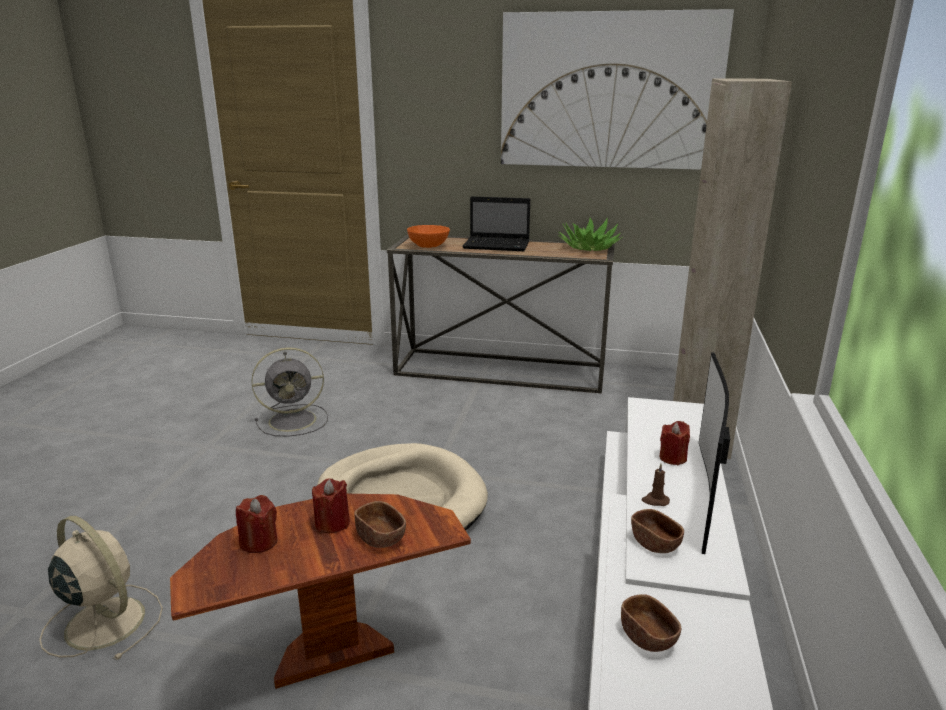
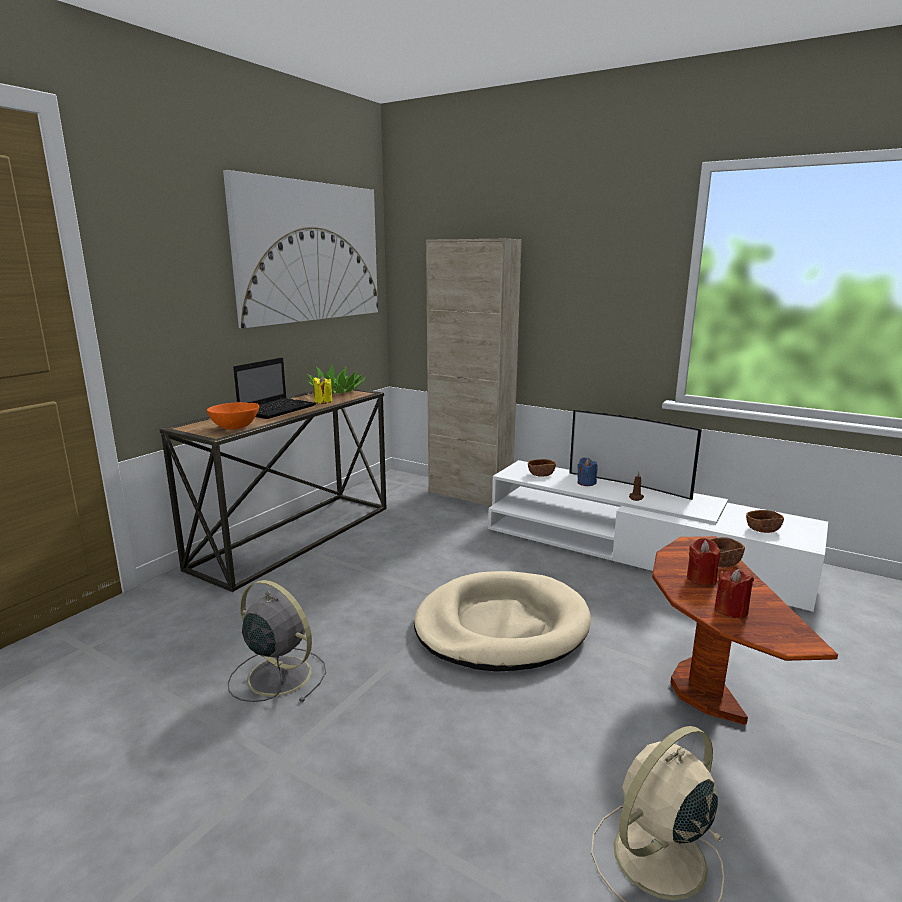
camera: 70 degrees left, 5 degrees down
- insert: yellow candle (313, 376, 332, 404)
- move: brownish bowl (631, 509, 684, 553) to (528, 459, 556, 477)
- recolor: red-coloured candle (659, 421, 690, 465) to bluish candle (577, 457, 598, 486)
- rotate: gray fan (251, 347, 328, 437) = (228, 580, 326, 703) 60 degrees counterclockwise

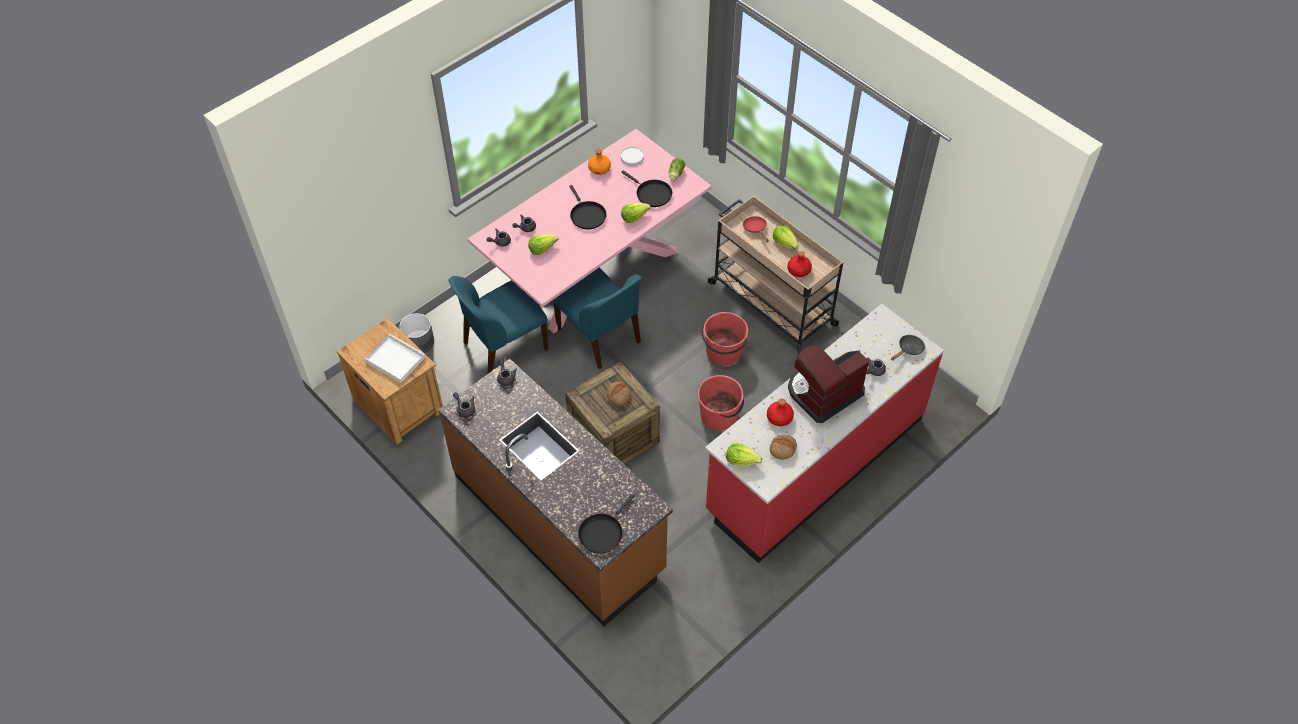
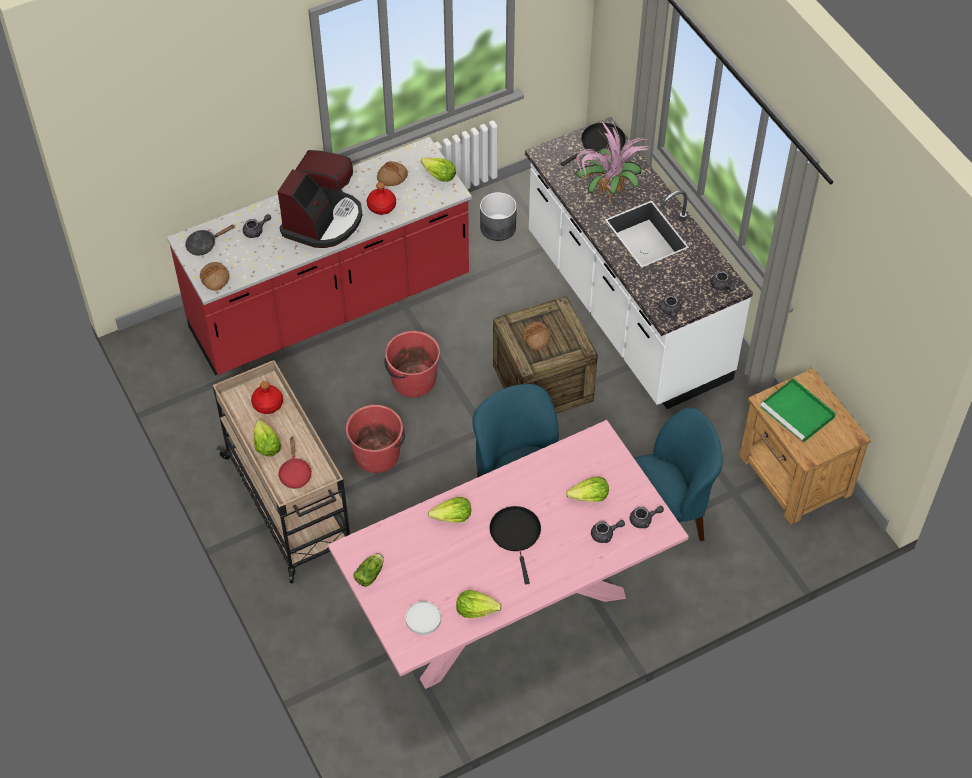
camera: 165 degrees left, 0 degrees up
- delete: black-coloured skillet (621, 170, 672, 207)
- insert: bakery bread (200, 262, 229, 291)
- insert: potted plant (575, 120, 650, 204)
- move: gray plant pot (399, 313, 434, 353) to (480, 192, 517, 241)
- replace: orangey beverage bottle (588, 149, 611, 175) to head of lettuce (456, 590, 502, 618)
- recolor: white serving tray (365, 334, 426, 383) to green-coloured serving tray (760, 378, 836, 443)
- recolor: brownish counter (438, 359, 673, 626) to white counter (525, 117, 753, 409)
- rotate: coffee machine (788, 345, 869, 423) = (278, 150, 362, 248) 45 degrees counterclockwise

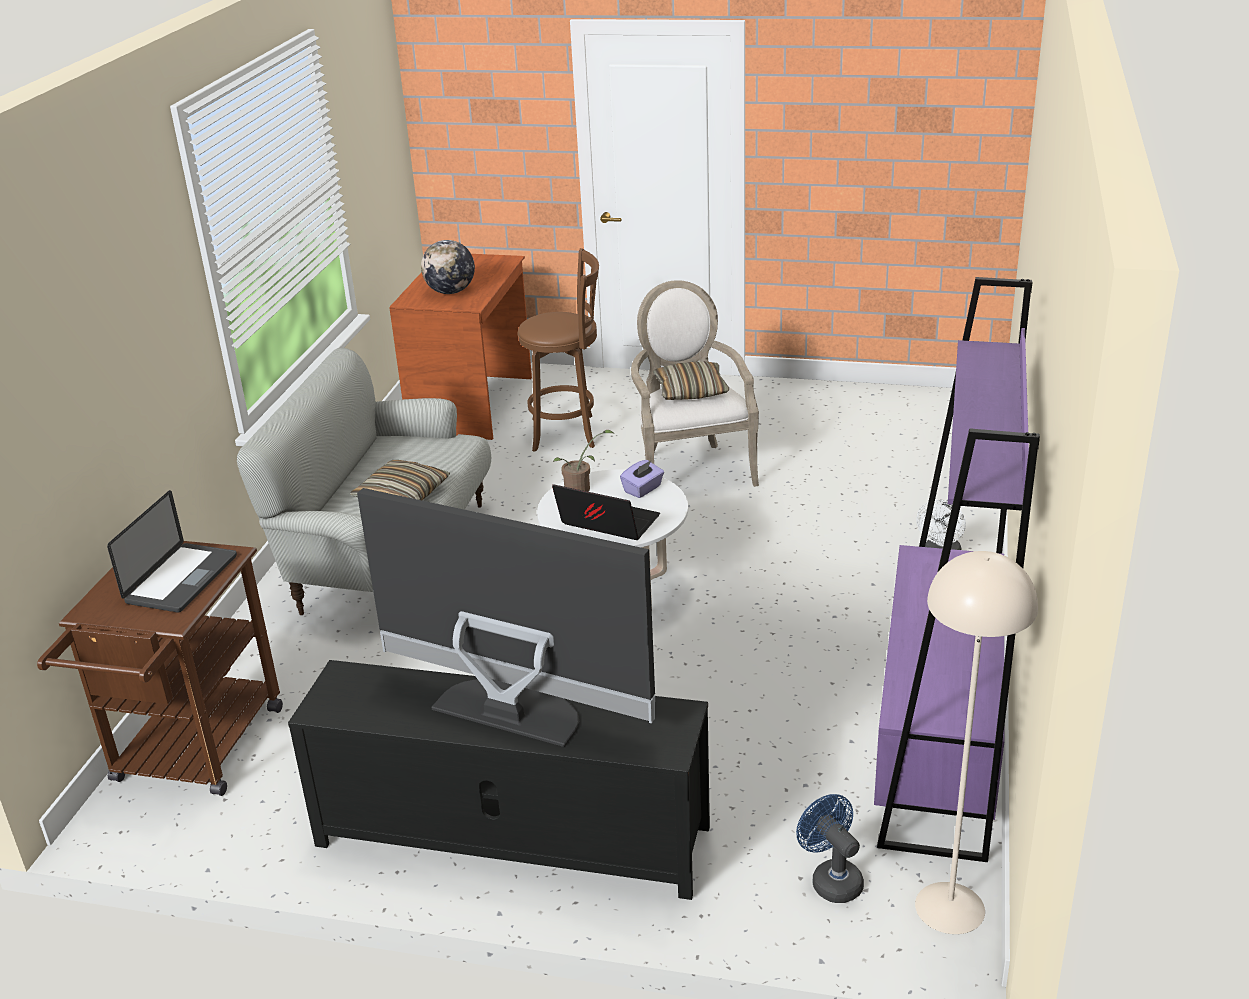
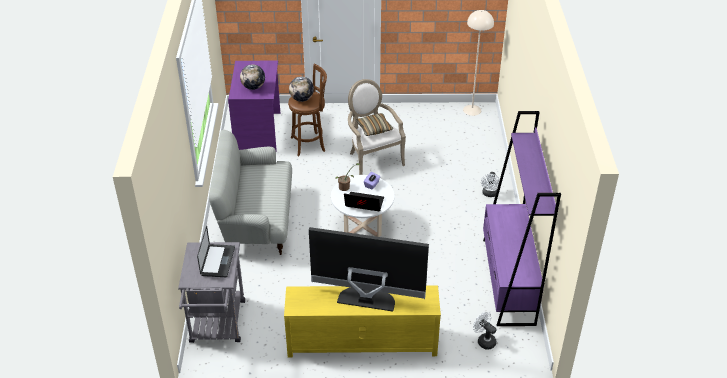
camera: 15 degrees left, 10 degrees up
- delete: throw pillow (350, 460, 450, 500)
- insert: desk globe (289, 76, 314, 102)
- move: sand-coloured floor lamp (915, 551, 1038, 934) to (463, 10, 494, 116)
- recolor: brownish wheeled cart (37, 541, 283, 796) to gray wheeled cart (178, 242, 245, 343)
- recolor: black-coloured tv unit (288, 660, 710, 900) to yellow tv unit (284, 286, 441, 357)
- recolor: brownish desk unit (389, 254, 532, 440) to purple desk unit (228, 61, 280, 152)
- recolor: bluish fan (796, 794, 864, 903) to white fan (473, 312, 497, 350)

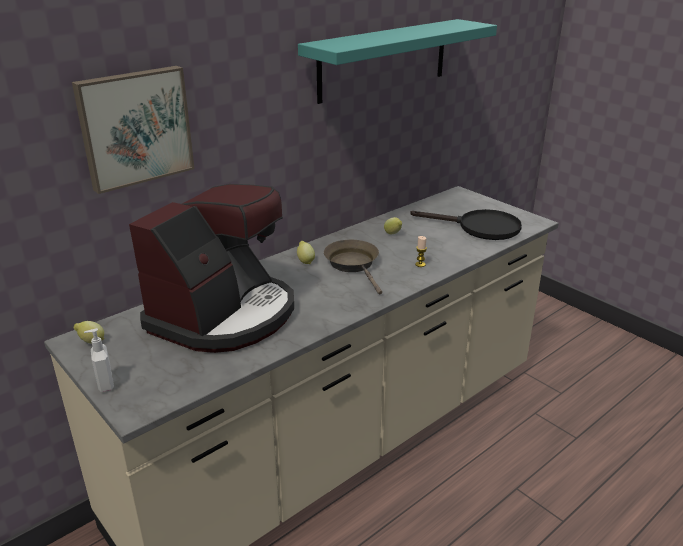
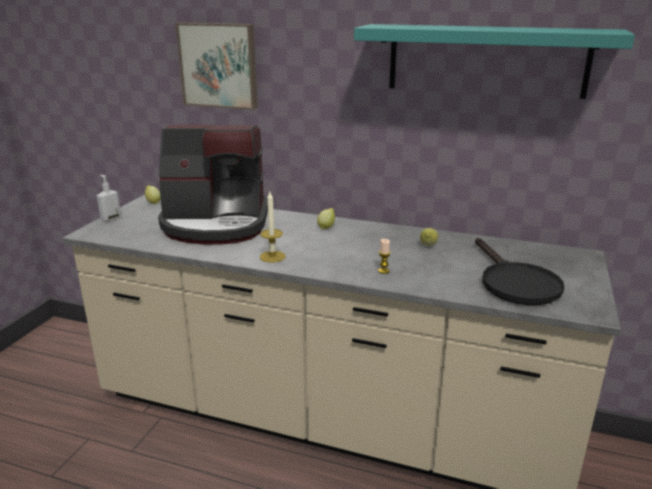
camera: 60 degrees right, 5 degrees down
- delete: brownish skillet (324, 240, 382, 295)
- insert: candle (260, 192, 285, 263)

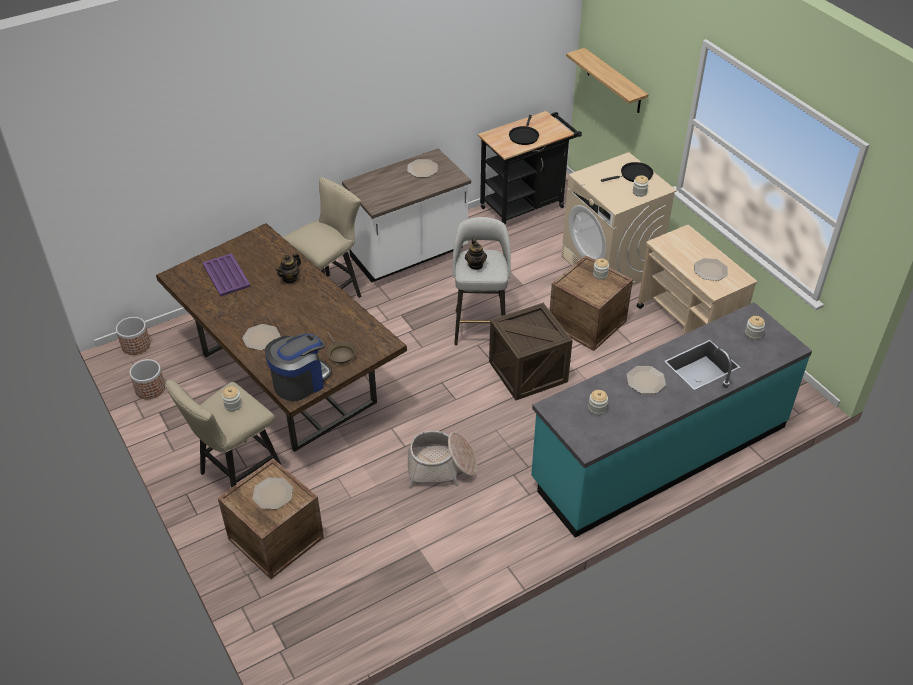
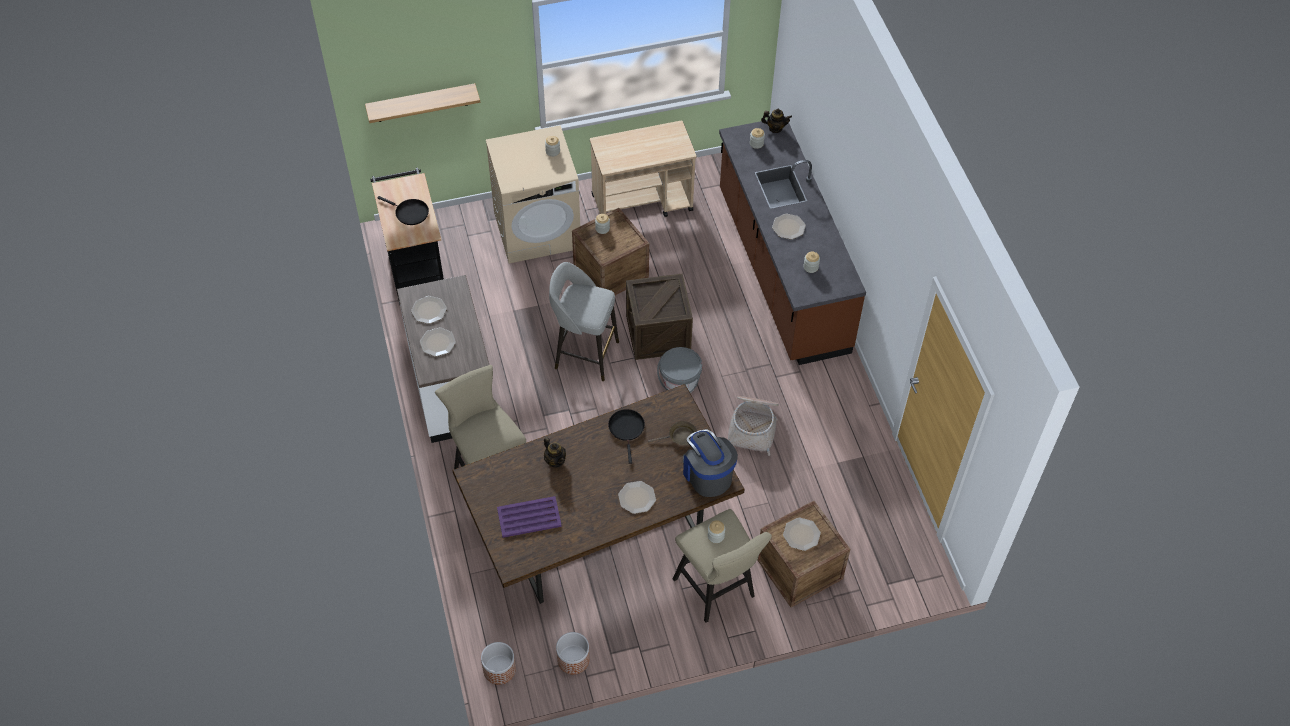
camera: 75 degrees left, 10 degrees up
- insert: gray pail (657, 347, 702, 393)
- move: pot for tea (465, 238, 487, 270) to (761, 109, 792, 133)
- move: black-coloured skillet (601, 162, 653, 182) to (608, 409, 645, 464)
- move: flat dish (694, 258, 728, 281) to (420, 327, 456, 357)
- recolor: blue-green counter (531, 302, 812, 538) to brownish counter (719, 116, 866, 365)

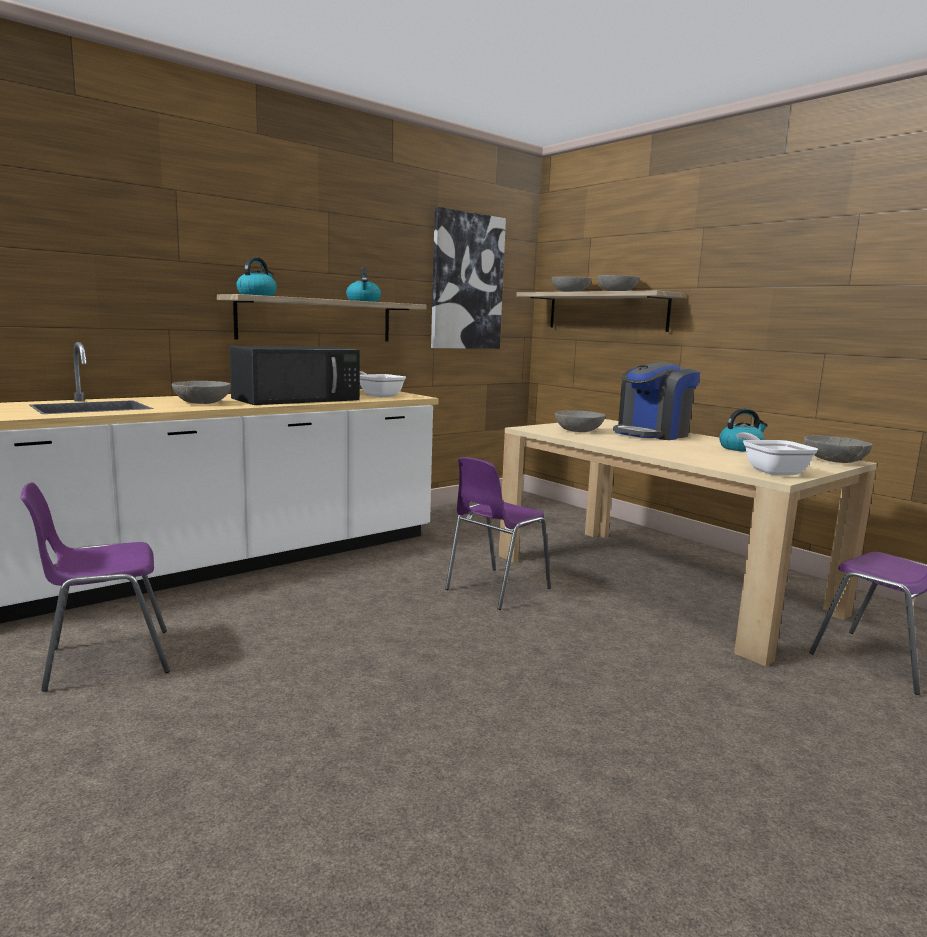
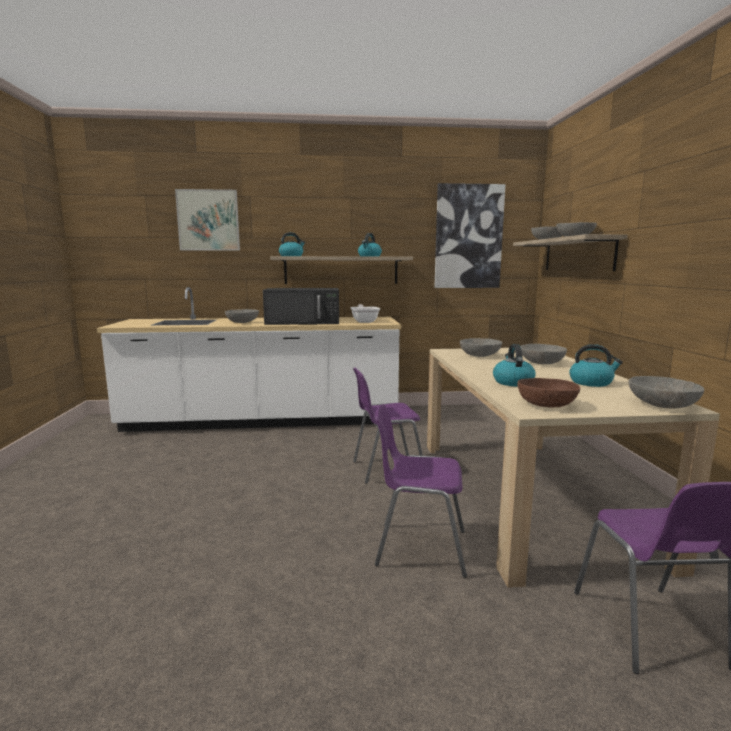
camera: 35 degrees right, 0 degrees up
- insert: picture (175, 189, 240, 251)
- insert: water kettle (493, 344, 536, 387)
- move: purple plain chair (20, 482, 170, 692) to (375, 404, 467, 578)
- replace: coffee machine (613, 362, 700, 440) to gray bowl (520, 344, 567, 364)
- replace: skillet (737, 433, 818, 475) to brownish bowl (517, 378, 580, 408)

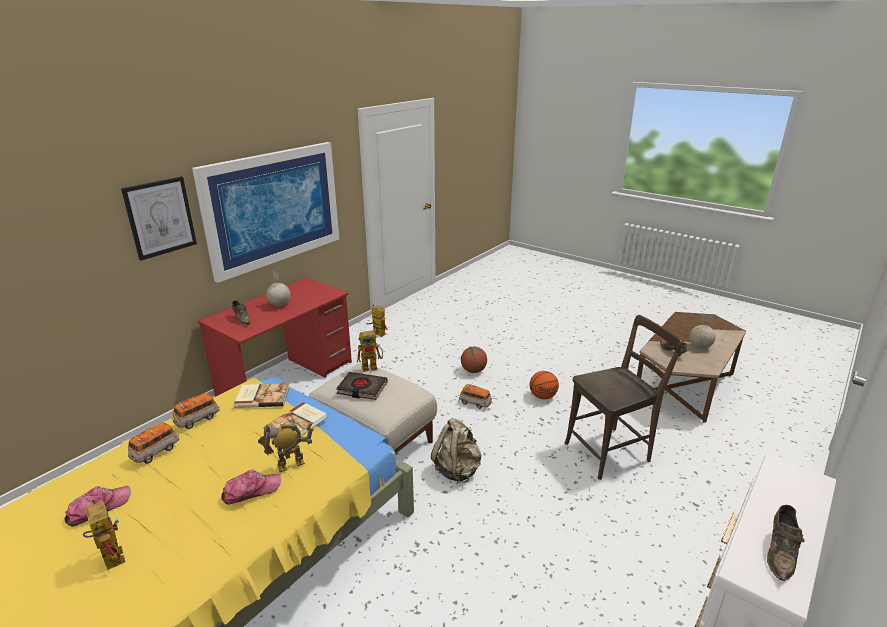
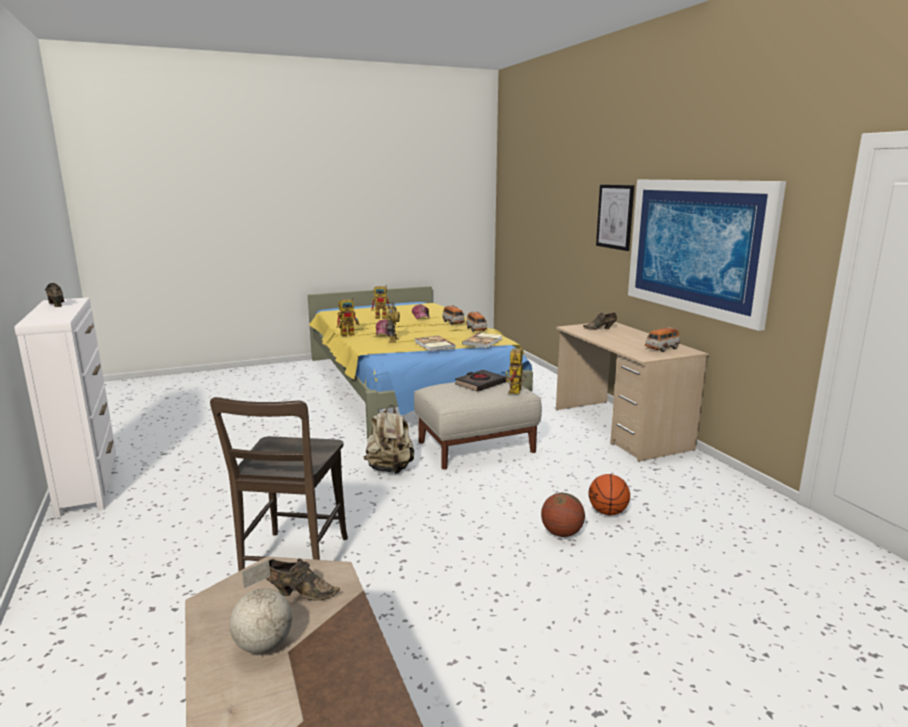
camera: 120 degrees right, 10 degrees down
- delete: desk globe (266, 271, 291, 306)
- move: robot figure (366, 304, 387, 337) to (337, 298, 359, 336)
- move: toy car (459, 384, 492, 409) to (645, 326, 680, 352)
- move: ball for basketball (530, 371, 559, 399) to (588, 474, 630, 515)
- recolor: red-coloured desk unit (198, 277, 352, 397) to sand-coloured desk unit (556, 322, 709, 462)

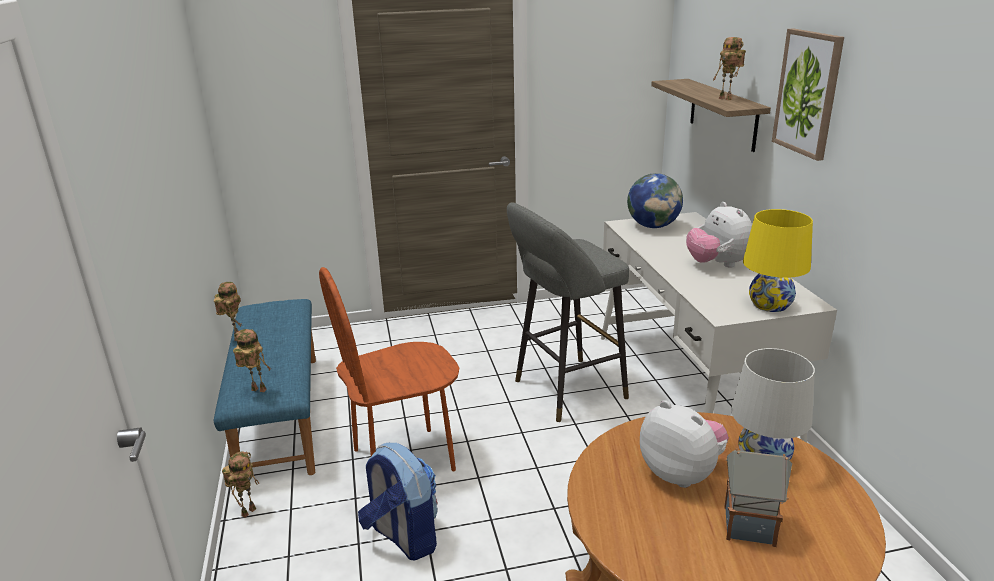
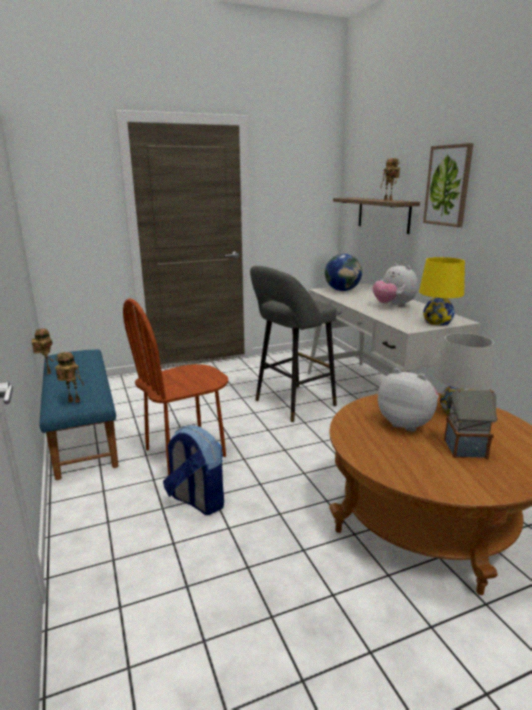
camera: 10 degrees left, 5 degrees down
- delete: robot figure (222, 451, 259, 518)

